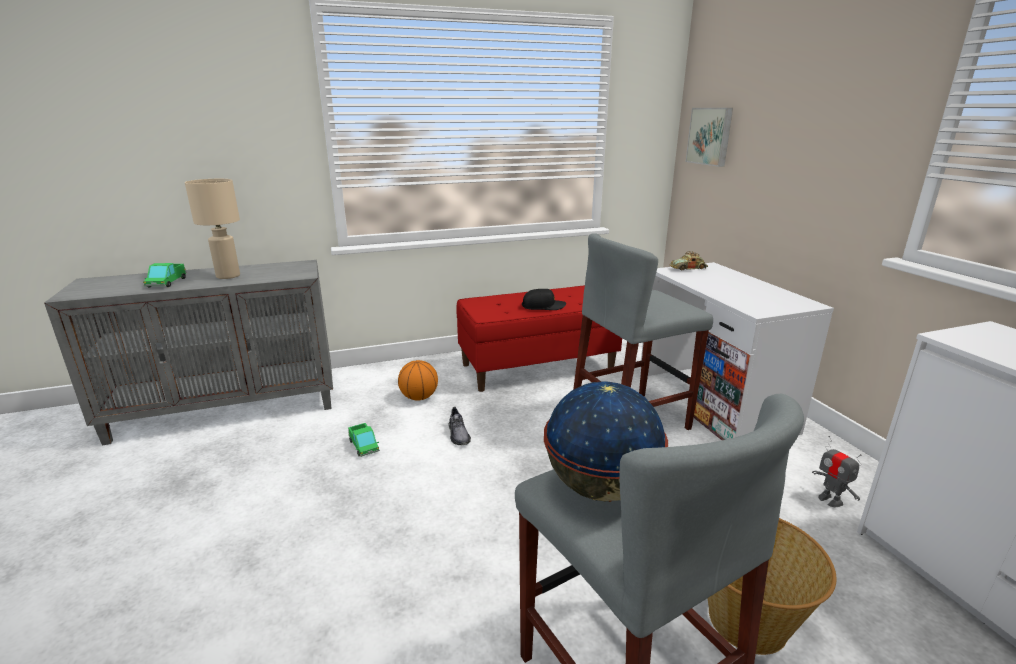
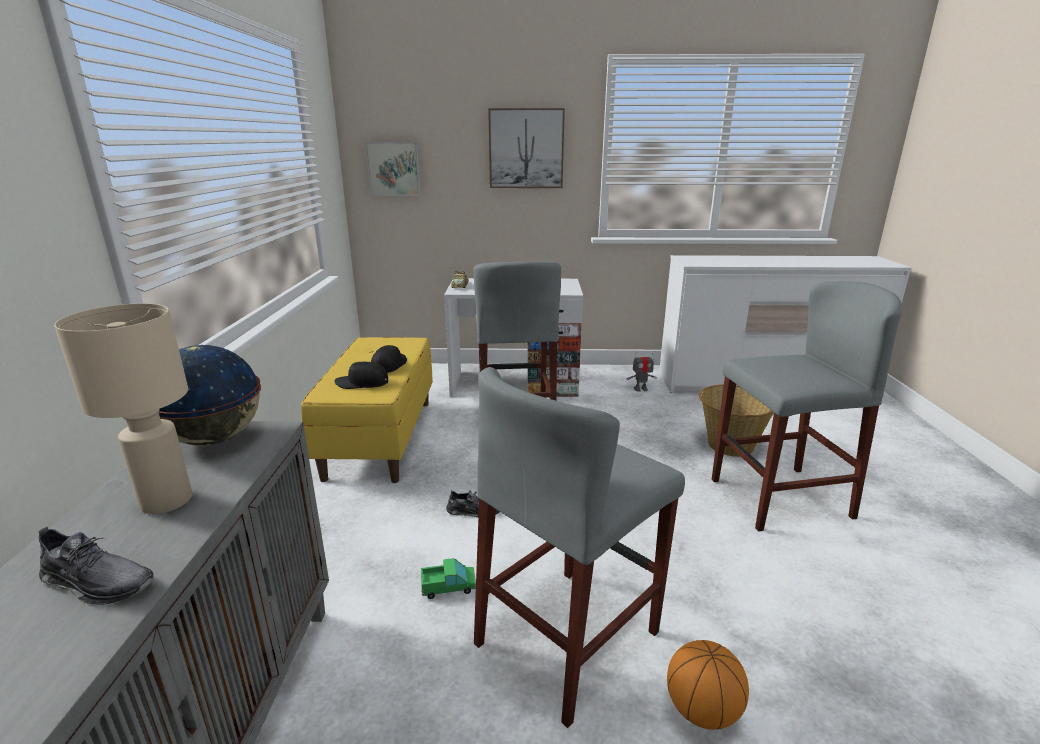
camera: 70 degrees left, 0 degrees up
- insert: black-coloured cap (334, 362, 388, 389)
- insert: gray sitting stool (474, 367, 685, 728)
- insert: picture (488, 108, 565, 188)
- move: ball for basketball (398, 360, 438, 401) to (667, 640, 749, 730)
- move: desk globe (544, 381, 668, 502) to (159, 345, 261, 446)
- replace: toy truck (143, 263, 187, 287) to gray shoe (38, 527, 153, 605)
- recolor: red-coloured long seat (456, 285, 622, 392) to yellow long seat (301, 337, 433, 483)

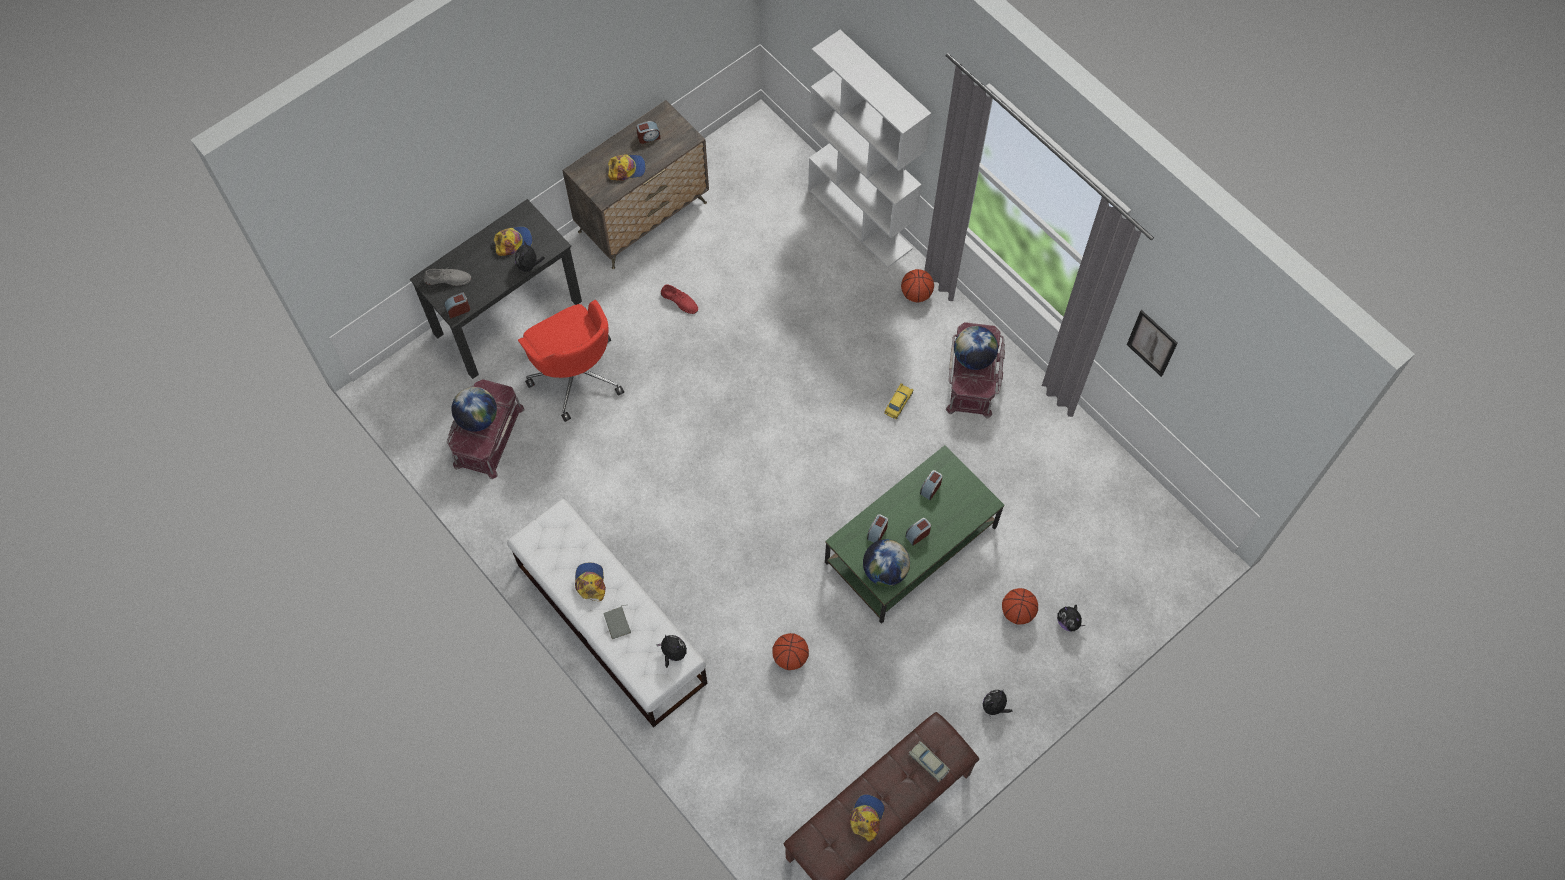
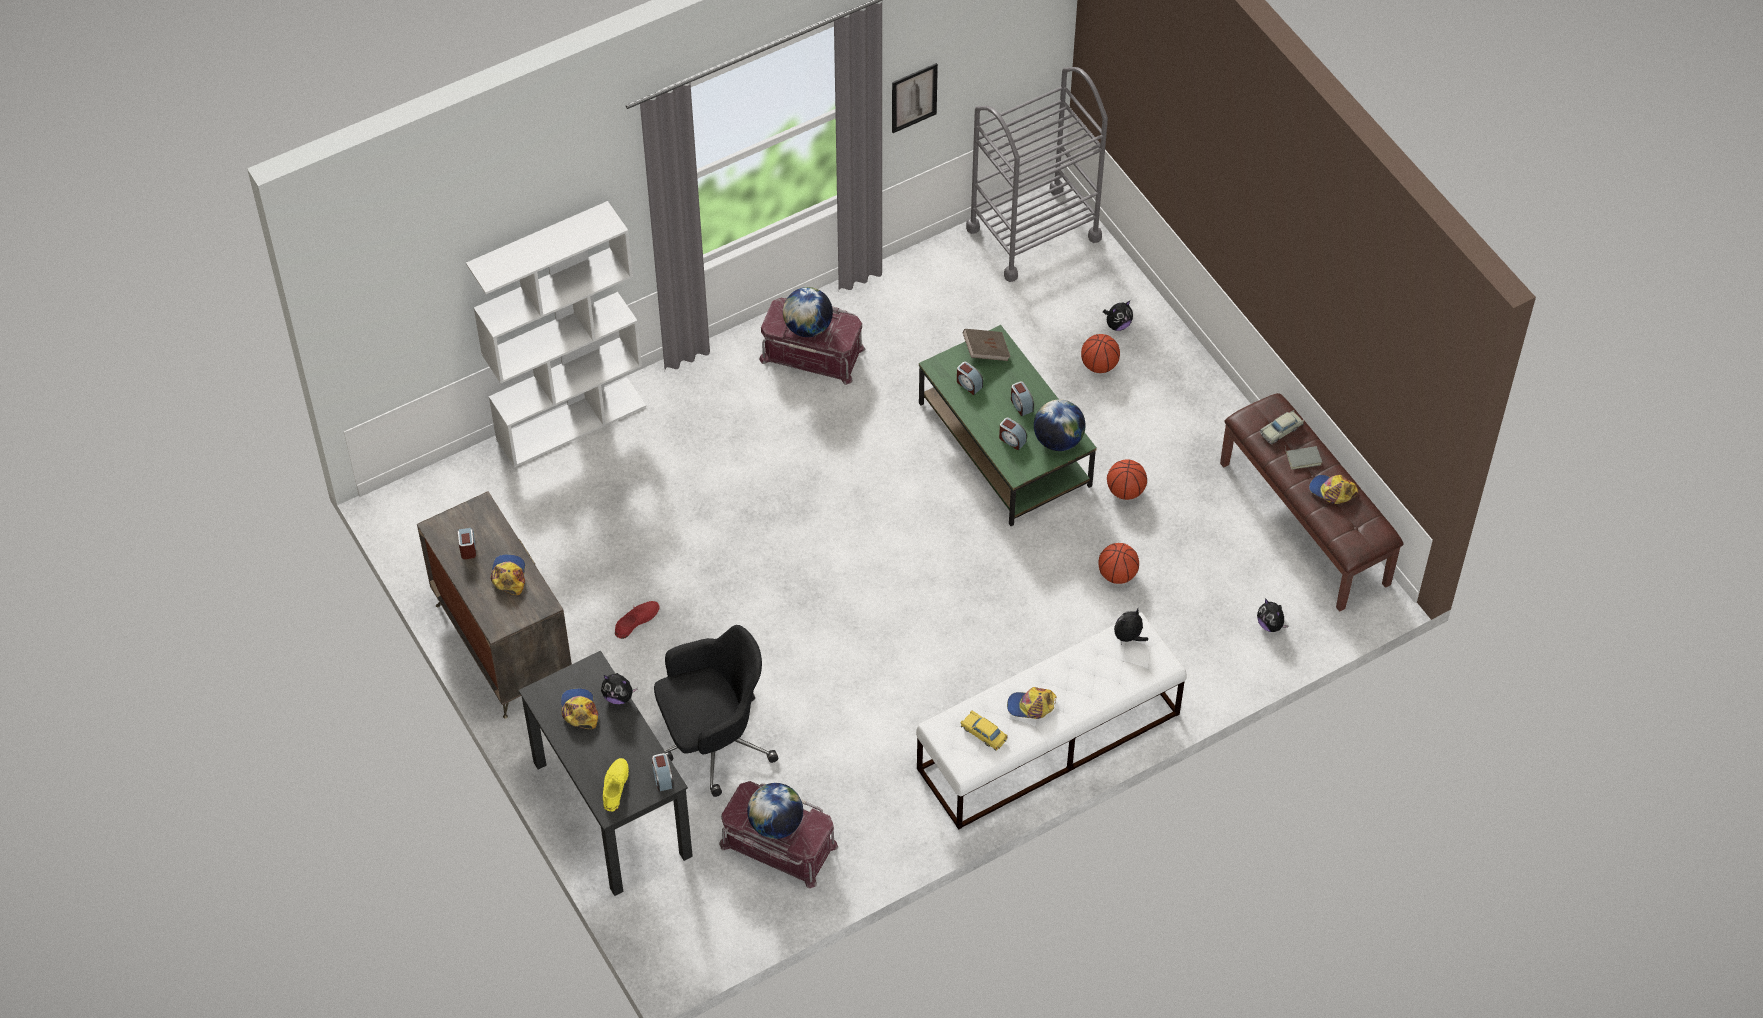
camera: 80 degrees left, 10 degrees down
- insert: brownish book (963, 329, 1011, 361)
- insert: gray wheeled cart (966, 67, 1108, 282)
- move: gray book (603, 605, 631, 639) to (1285, 446, 1322, 469)
- move: yellow toy car (884, 383, 913, 419) to (960, 710, 1008, 751)
- move: ball for basketball (901, 269, 934, 303) to (1107, 459, 1147, 500)
- move: cuddly toy (983, 690, 1013, 719) to (1257, 598, 1289, 632)
- recolor: gray shoe (424, 268, 471, 286) to yellow shoe (603, 758, 629, 812)
- recolor: red-coloured desk chair (518, 300, 624, 422) to black-coloured desk chair (654, 625, 778, 797)

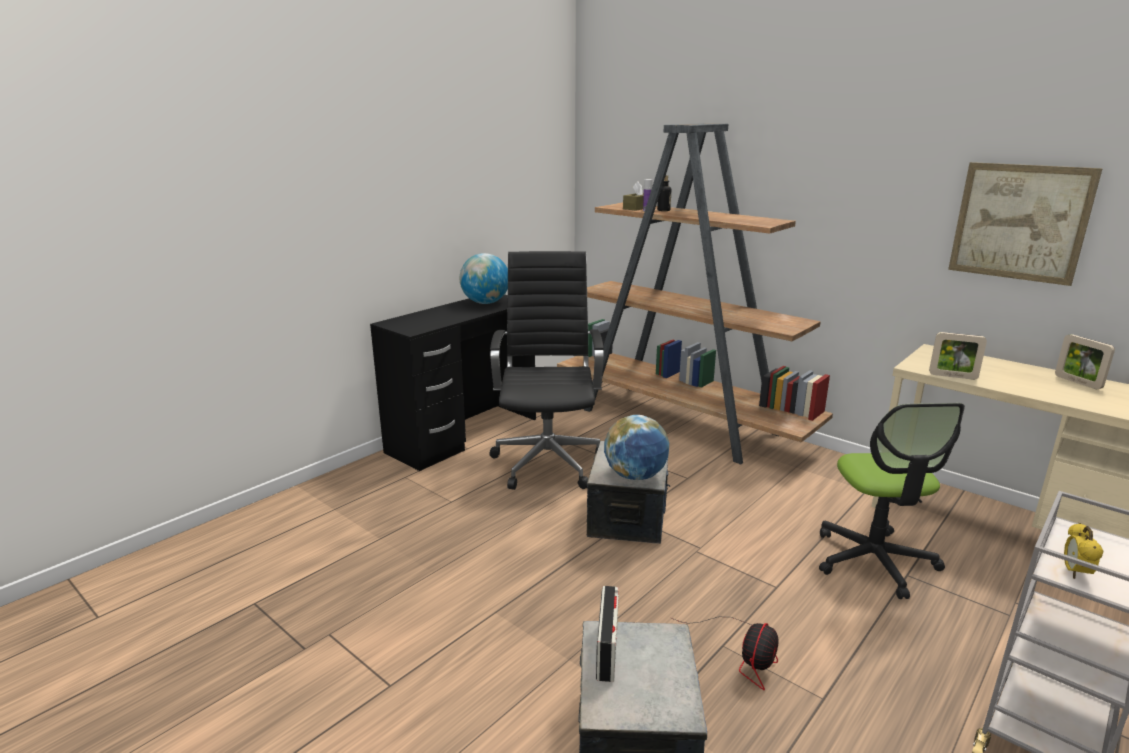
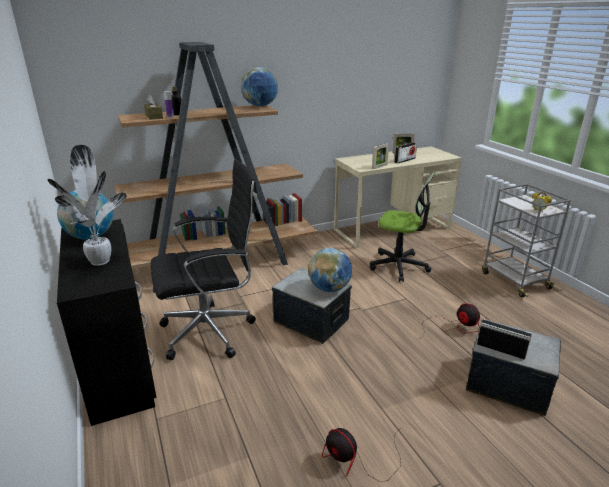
camera: 65 degrees left, 5 degrees up
- delete: picture (948, 162, 1103, 286)
- insert: potted plant (48, 145, 127, 266)
- insert: desk globe (241, 67, 278, 106)
- insert: fan (322, 428, 401, 482)
- insert: radio (394, 142, 417, 164)
- rotate: black-coloured desk chair (490, 251, 604, 490) = (151, 159, 257, 360) 135 degrees clockwise

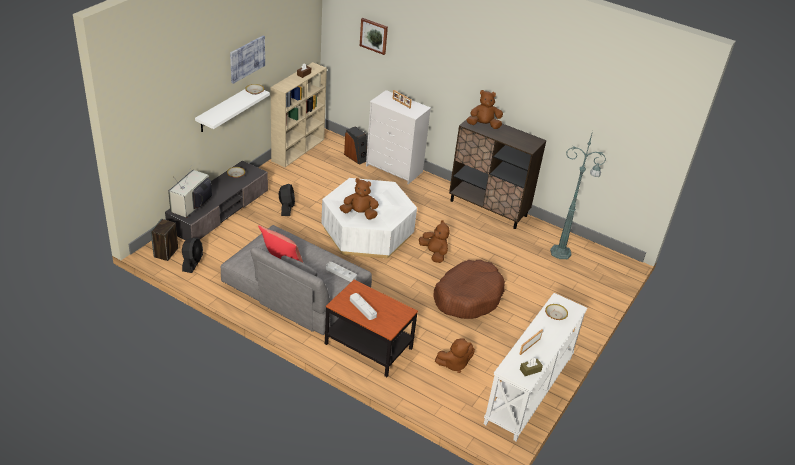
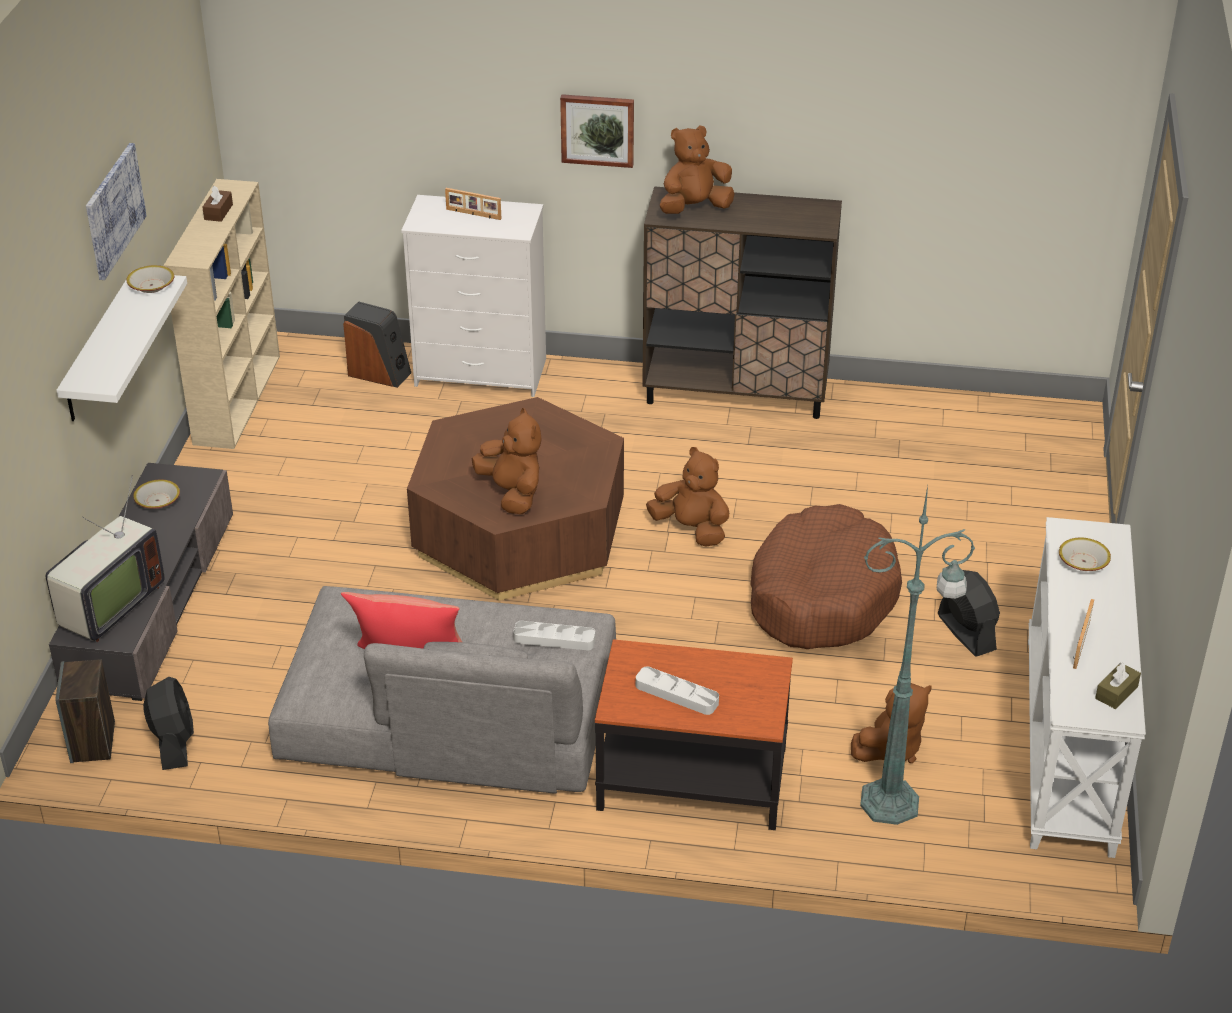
camera: 20 degrees left, 0 degrees up
- move: black-coloured fan (279, 184, 295, 216) to (938, 570, 1000, 657)
- move: picture (360, 18, 388, 55) to (560, 94, 634, 168)
- move: green-coloured floor lamp (550, 131, 606, 259) to (860, 486, 975, 825)
- recolor: white low table (321, 178, 417, 259) to brownish low table (407, 397, 624, 601)
- rotate: TV (168, 167, 212, 218) = (45, 475, 165, 642) 150 degrees counterclockwise
- rotate: brownish cuddly toy (339, 178, 379, 220) = (472, 408, 542, 514) 75 degrees clockwise

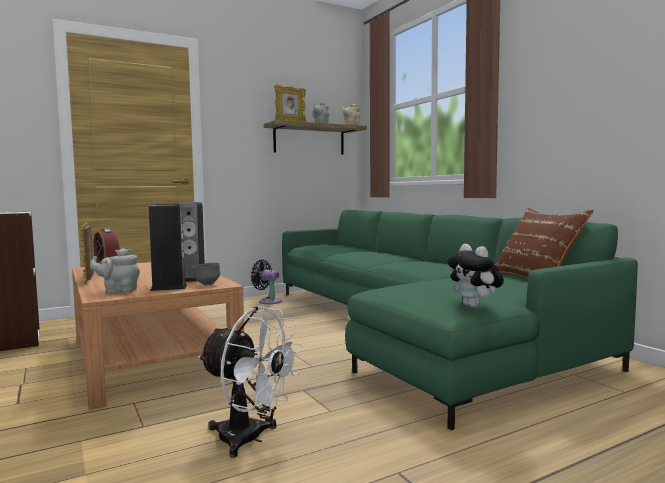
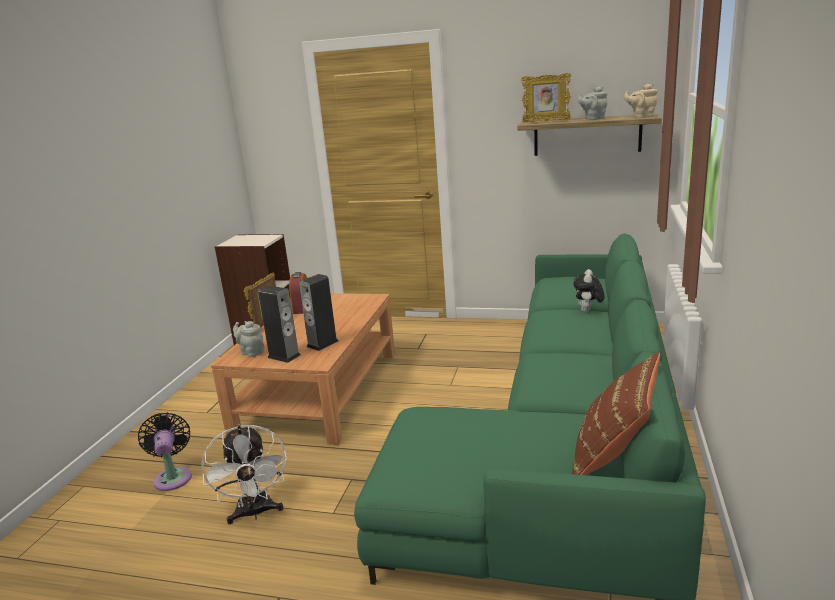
camera: 45 degrees right, 15 degrees up
- delete: gray bowl (193, 263, 220, 285)
- move: black-coloured fan (251, 260, 282, 304) to (138, 412, 192, 491)
- move: cuddly toy (447, 244, 504, 308) to (573, 269, 605, 312)

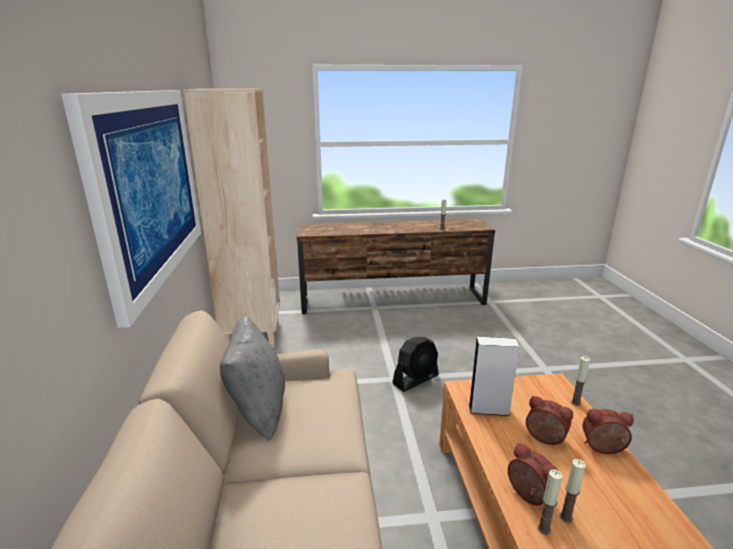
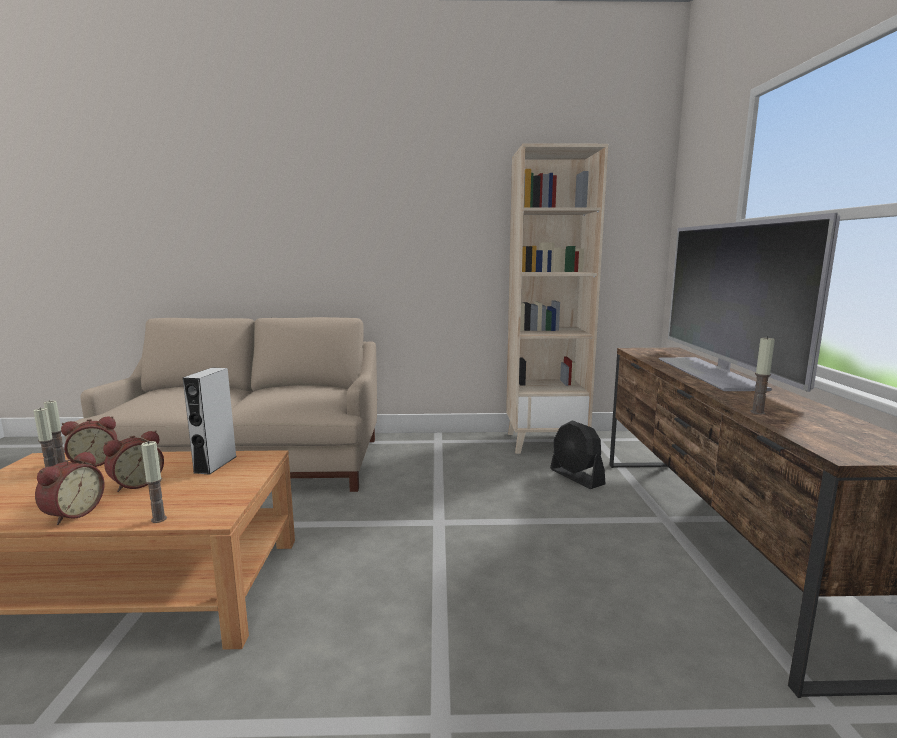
camera: 95 degrees right, 10 degrees down
- delete: picture (61, 90, 201, 328)
- delete: gray throw pillow (220, 316, 285, 441)
- insert: TV (659, 213, 840, 392)
- move: black-coloured fan (392, 337, 439, 392) to (550, 420, 606, 489)

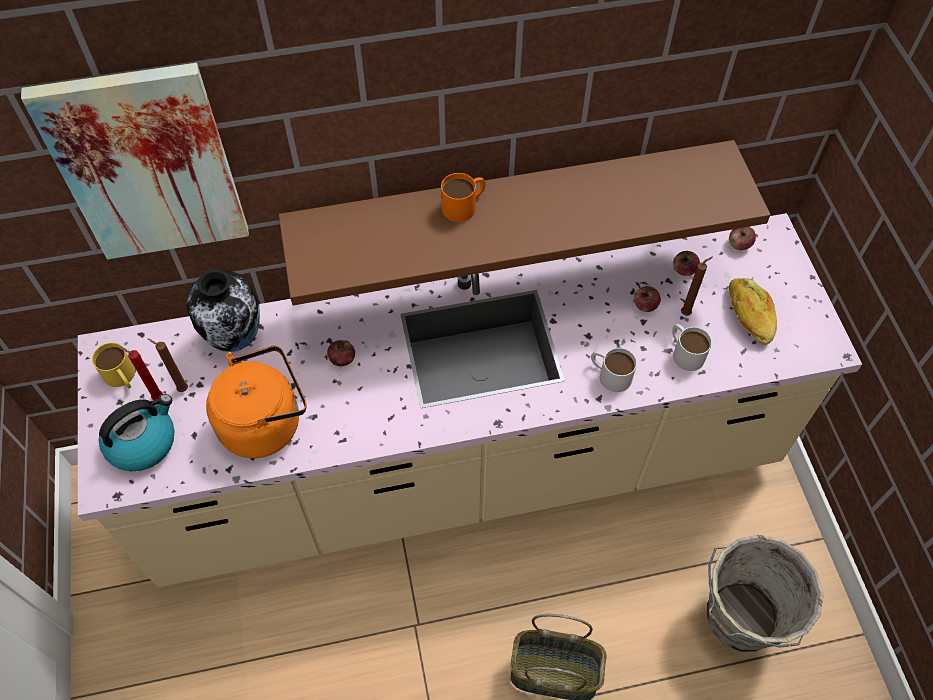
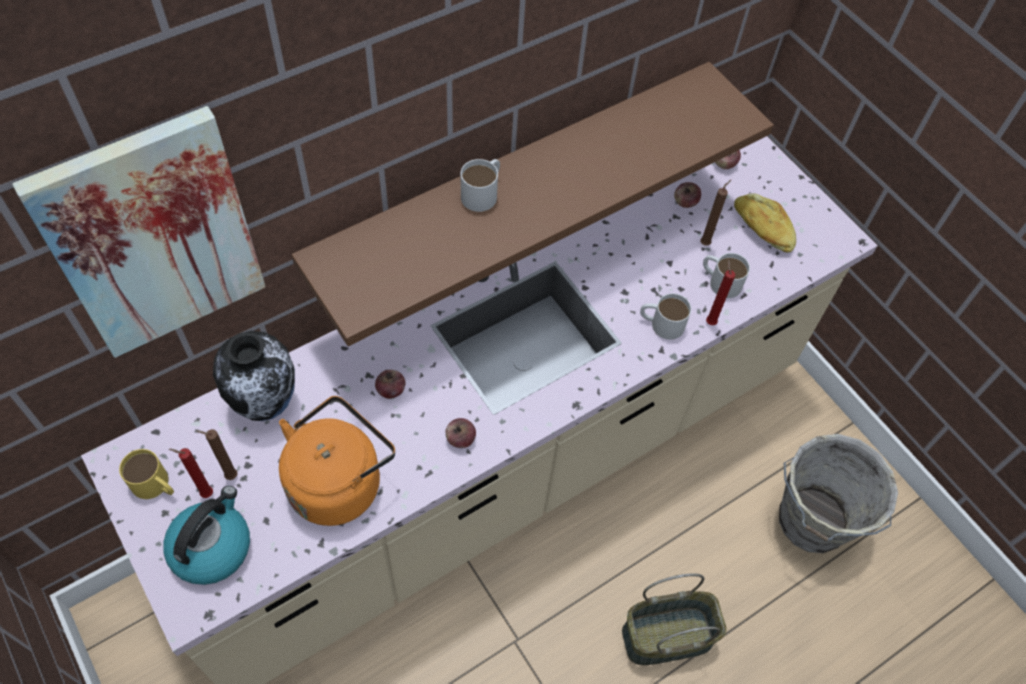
camera: 25 degrees left, 0 degrees up
- insert: red-coloured candle (706, 260, 735, 325)
- move: whole apple (634, 286, 661, 312) to (446, 418, 476, 448)
- recolor: orangey mug (441, 173, 486, 222) to white mug (461, 159, 500, 212)

